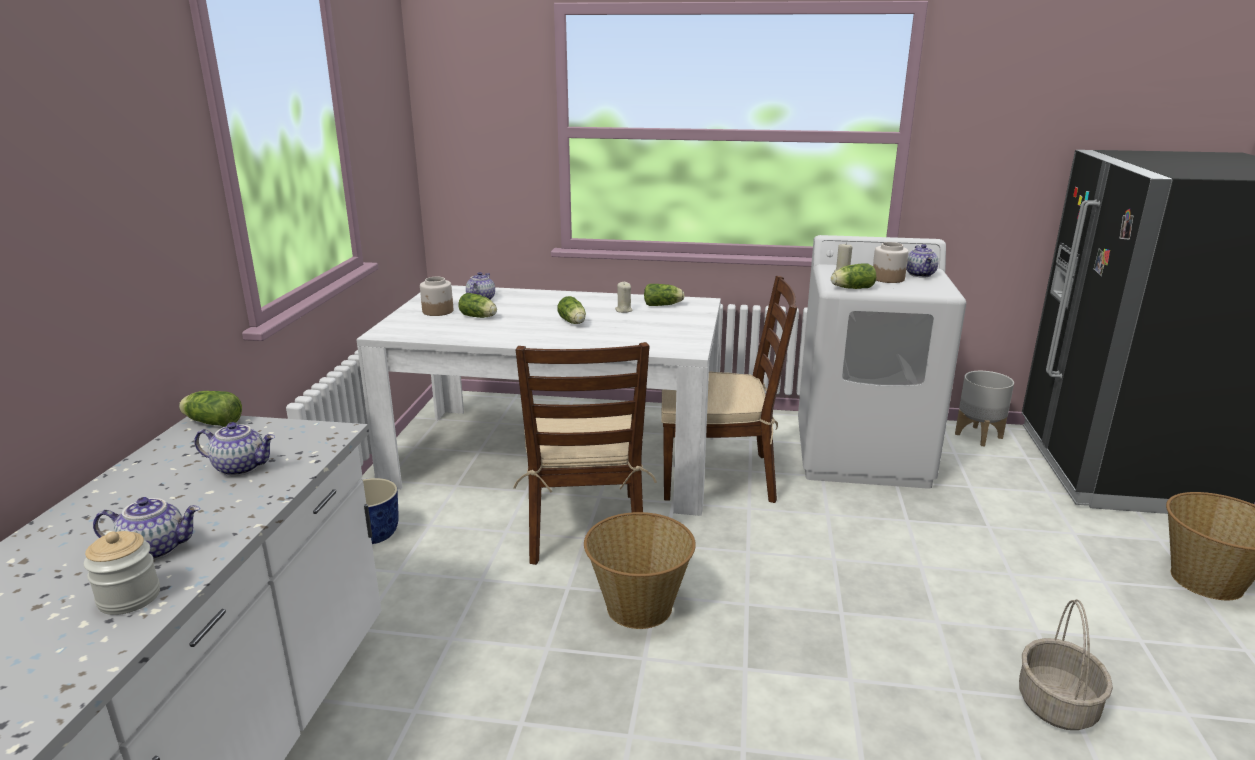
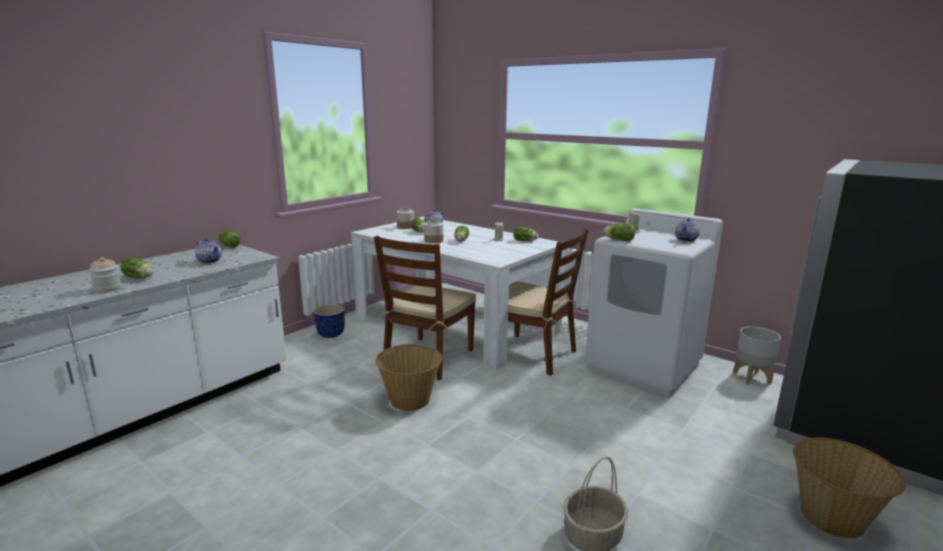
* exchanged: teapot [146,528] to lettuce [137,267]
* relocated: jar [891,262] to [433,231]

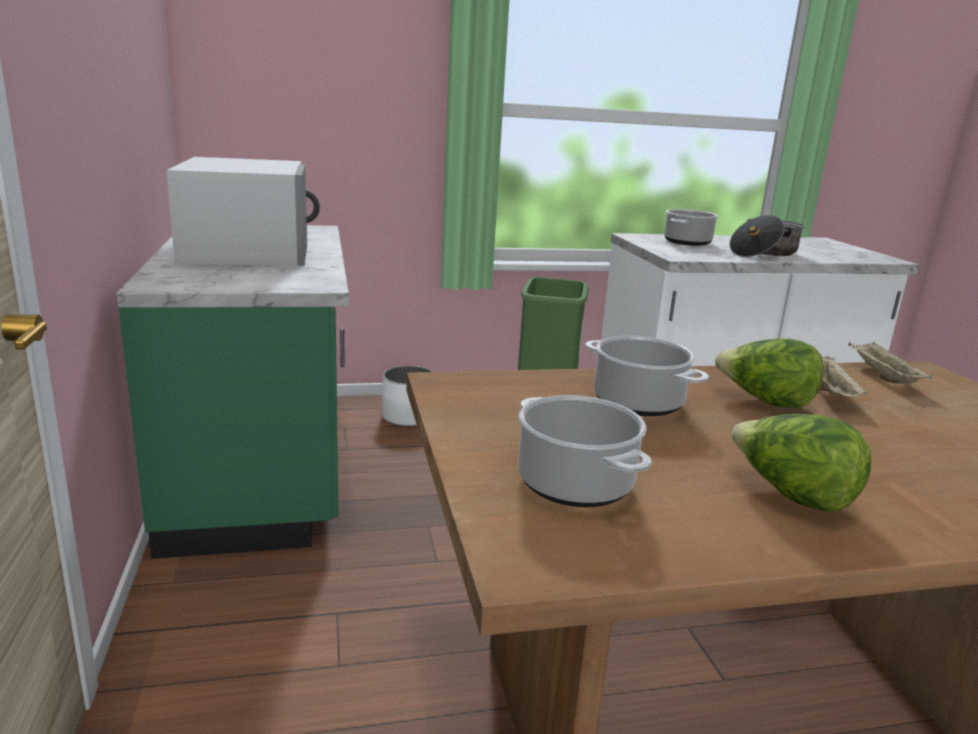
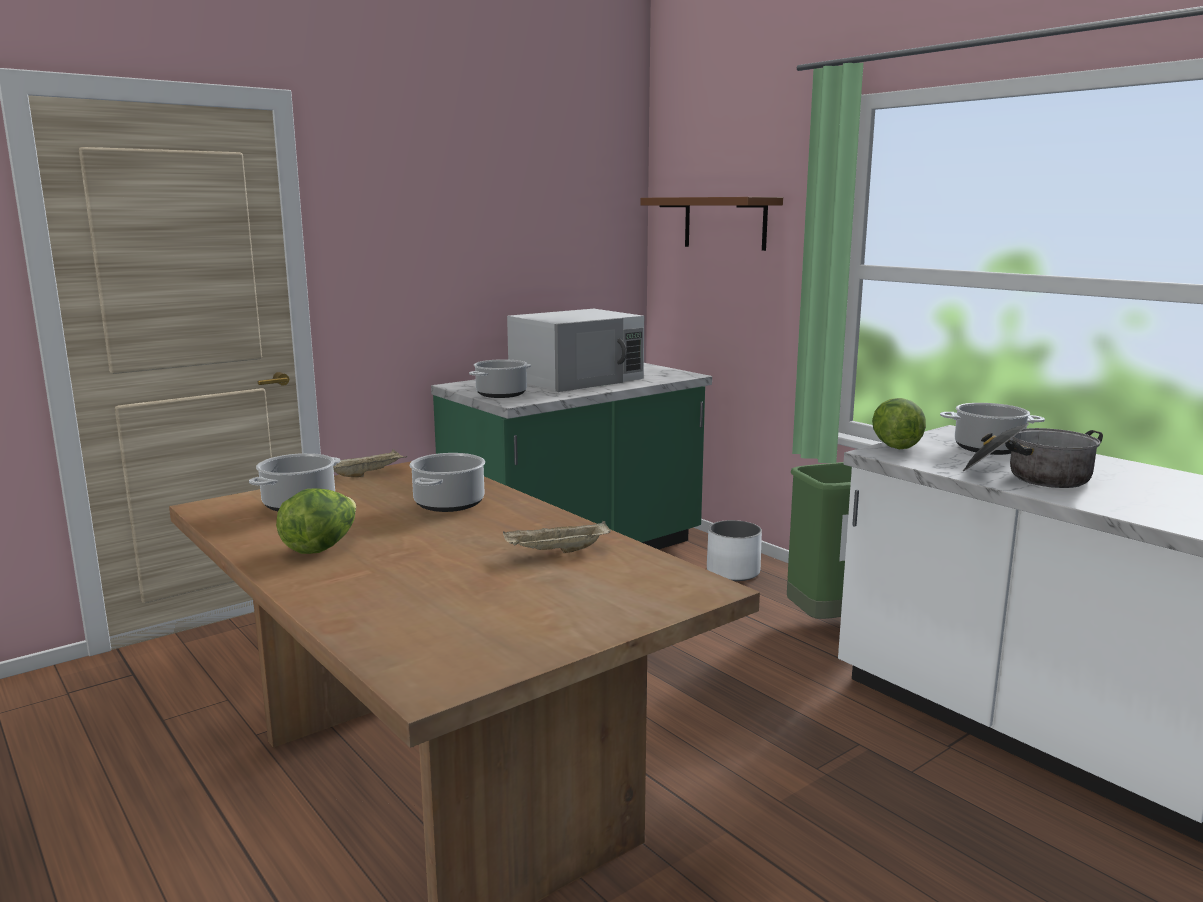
* relocated: beige tray [890,362] to [370,463]
* appeared: cooking pot [500,378]
* appeared: brown shelf [711,224]
* relocated: lettuce [769,373] to [899,423]

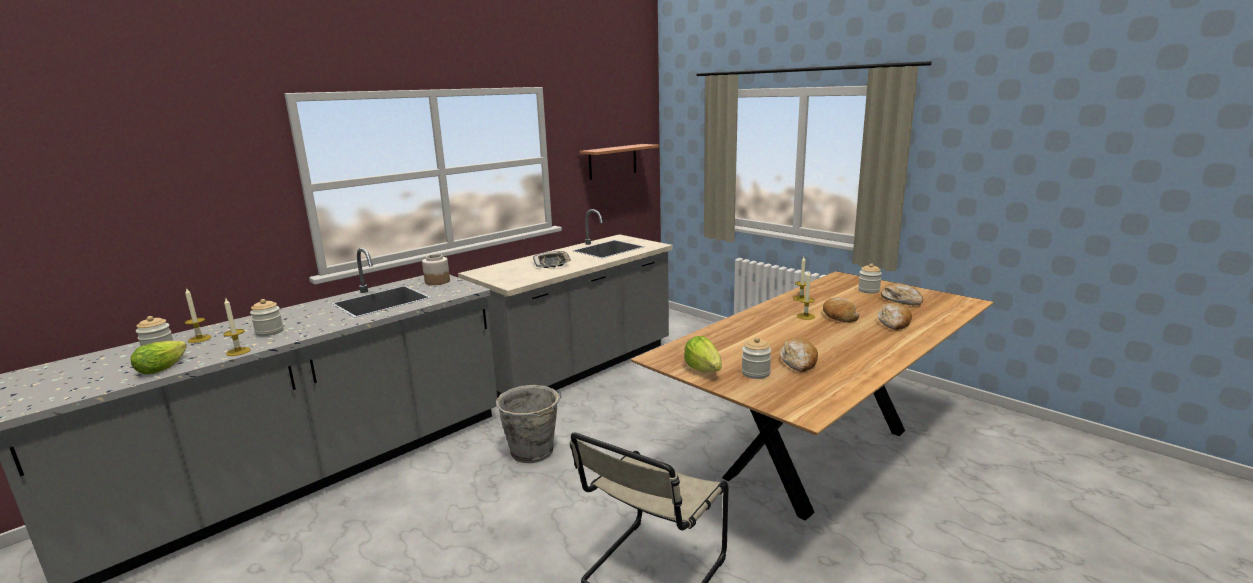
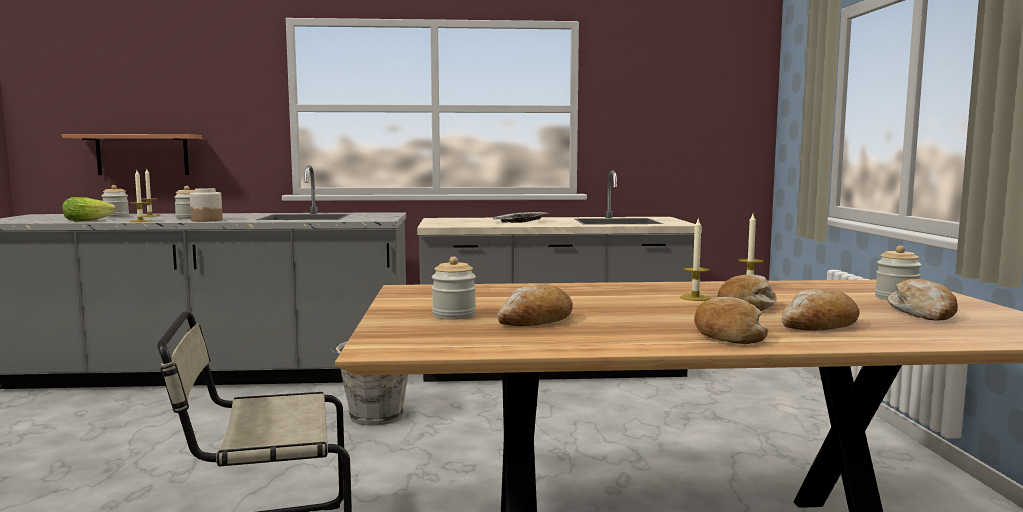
* relocated: shelf [619,162] to [132,154]
* relocated: jar [436,269] to [206,205]
* appeared: bread [731,320]
* missing: lettuce [703,354]

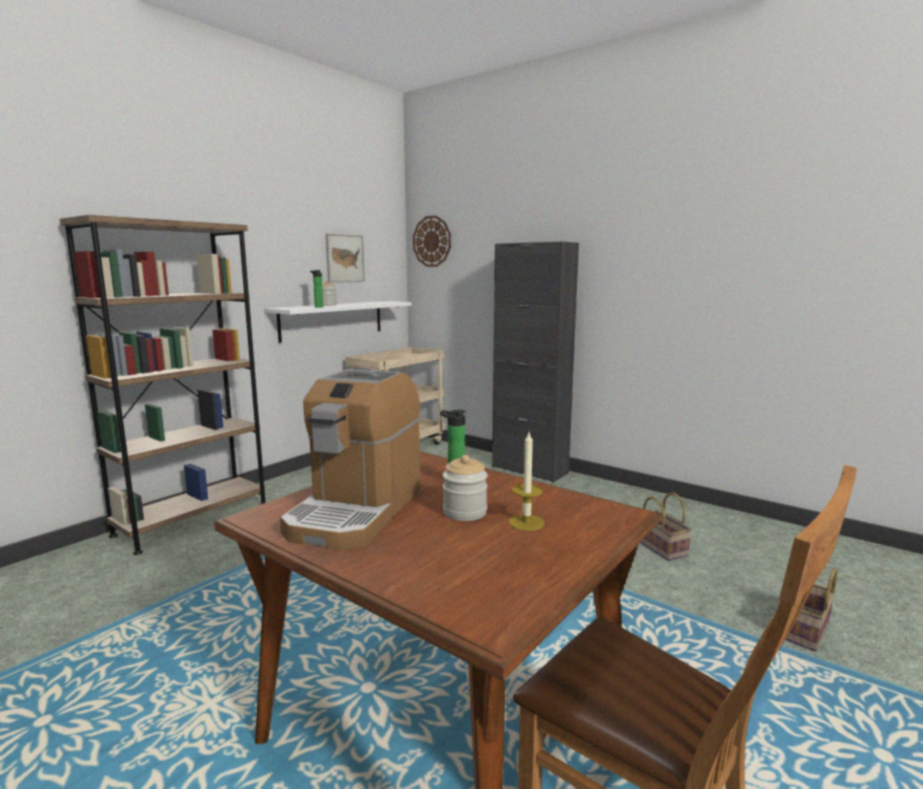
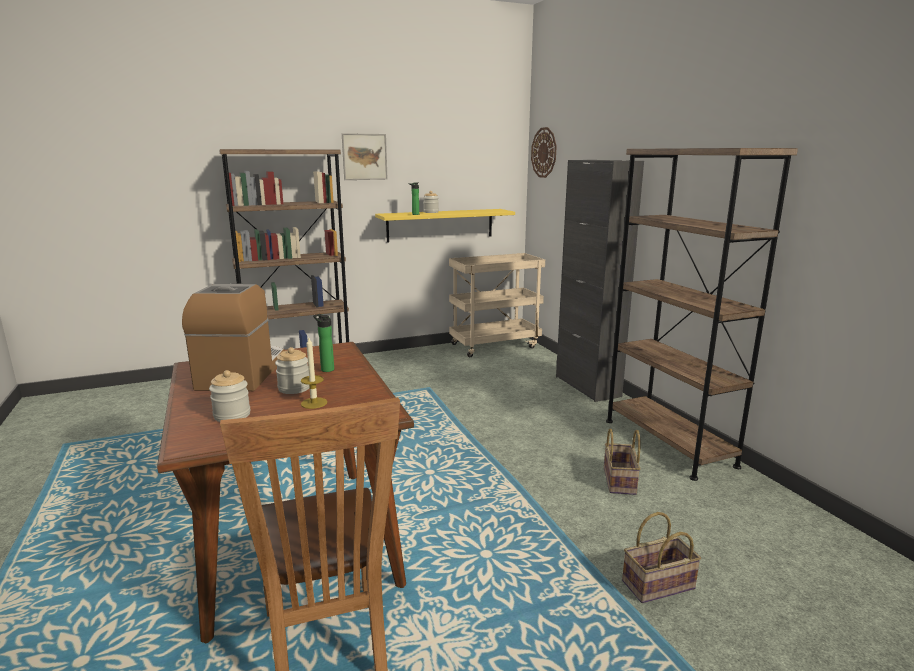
* spun: coffee machine [350,459] = [233,337] 135 degrees clockwise
* appeared: jar [230,396]
* relocated: picture [345,258] to [365,156]
* colour: white shelf [338,322] to yellow shelf [445,225]
* appeared: brown bookcase [702,314]

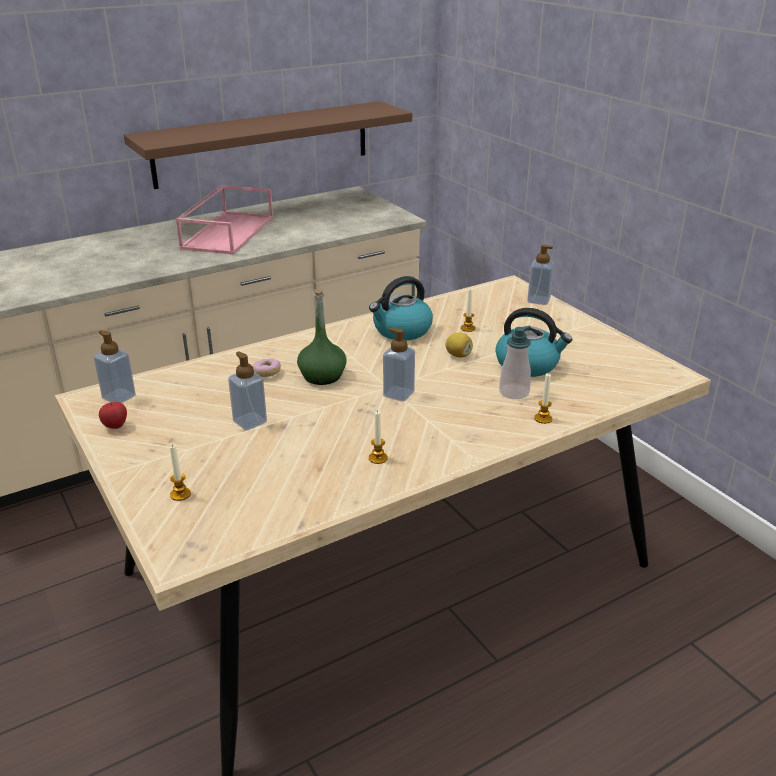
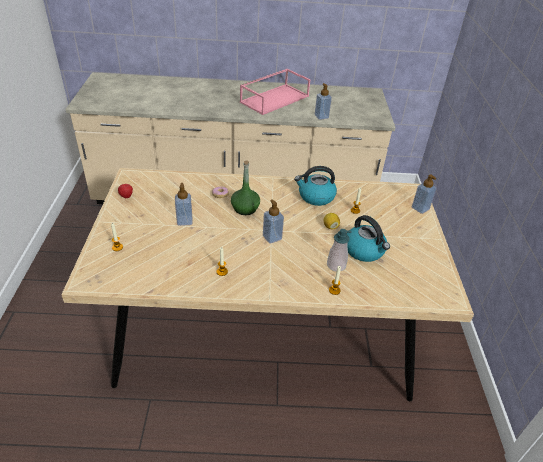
* relocated: soap dispenser [115,366] to [323,101]
* missing: brown shelf [268,145]

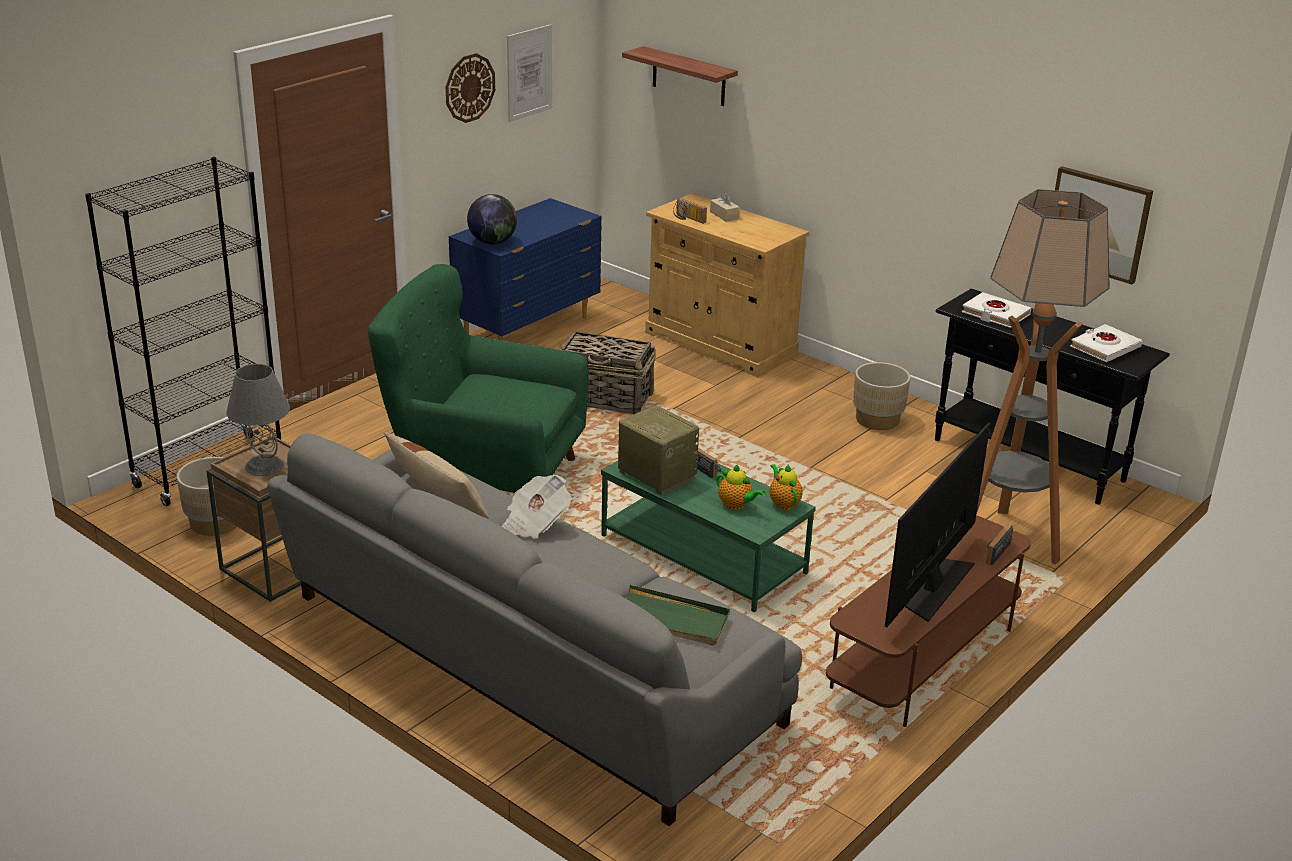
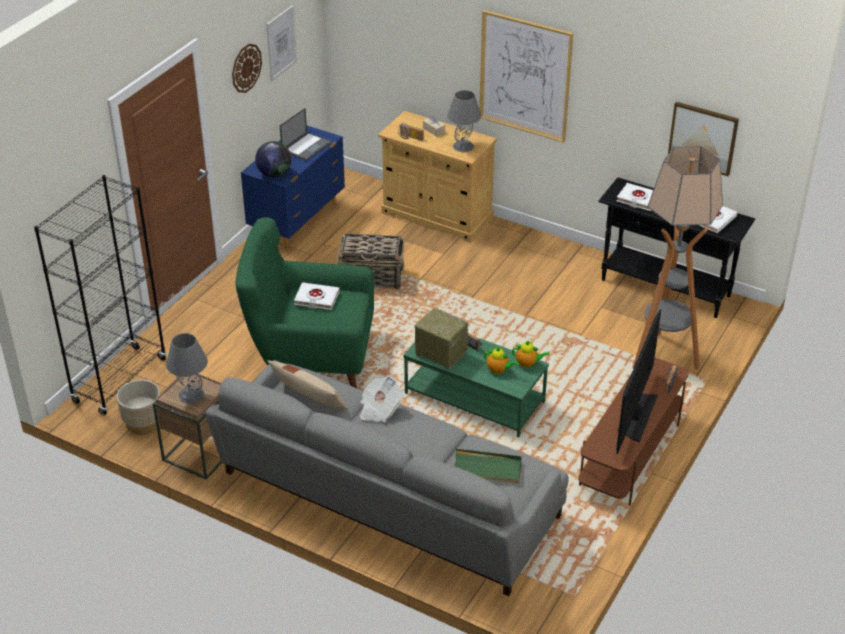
* appeared: laptop [305,134]
* appeared: white book [317,296]
* appeared: grey table lamp [464,121]
* appeared: picture [526,76]
* spun: teapot [785,487] = [531,354] 135 degrees clockwise
* missing: shelf [680,76]
* missing: beige planter [881,396]

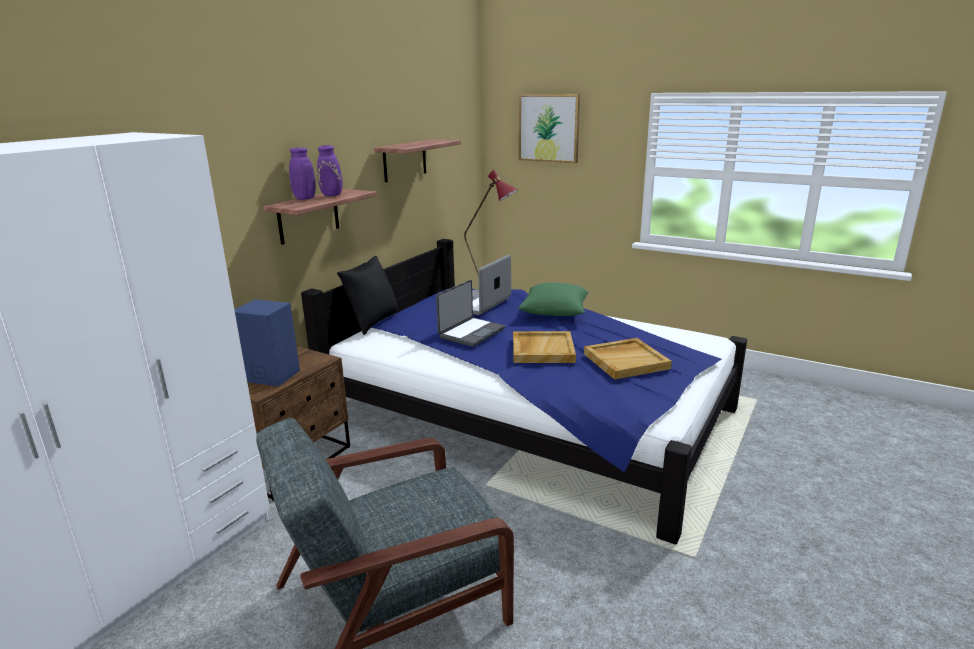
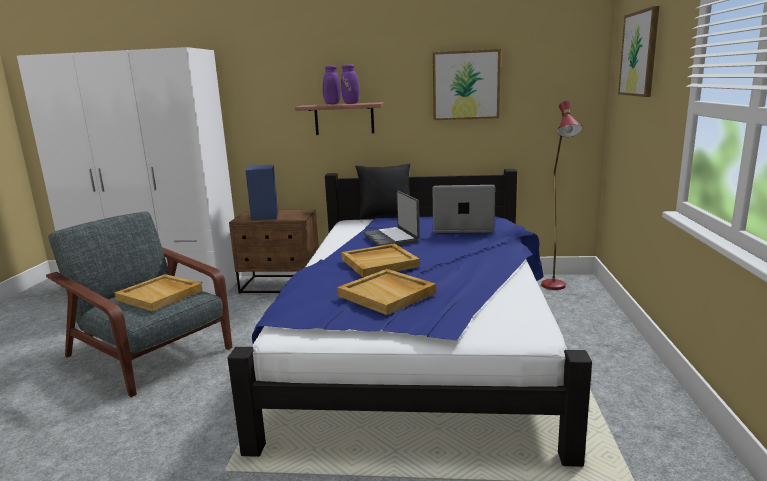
* appeared: beige tray [159,292]
* spun: laptop [471,313] = [391,218] 60 degrees clockwise
* exchanged: shelf [417,160] to picture [467,84]
* missing: green pillow [553,299]

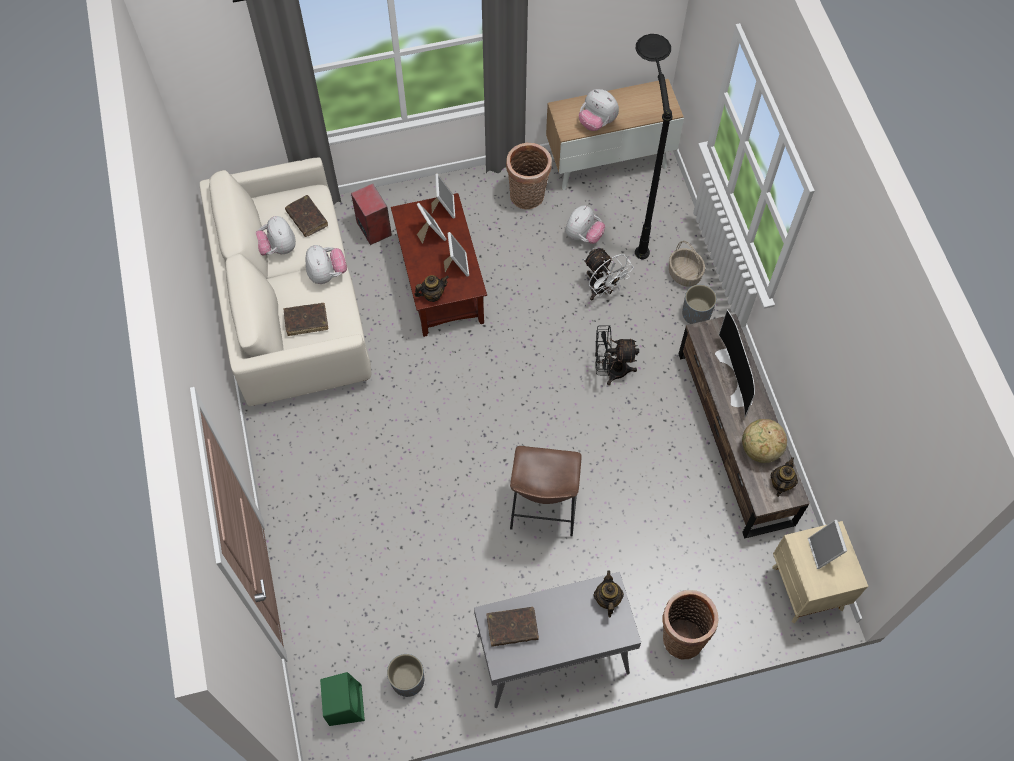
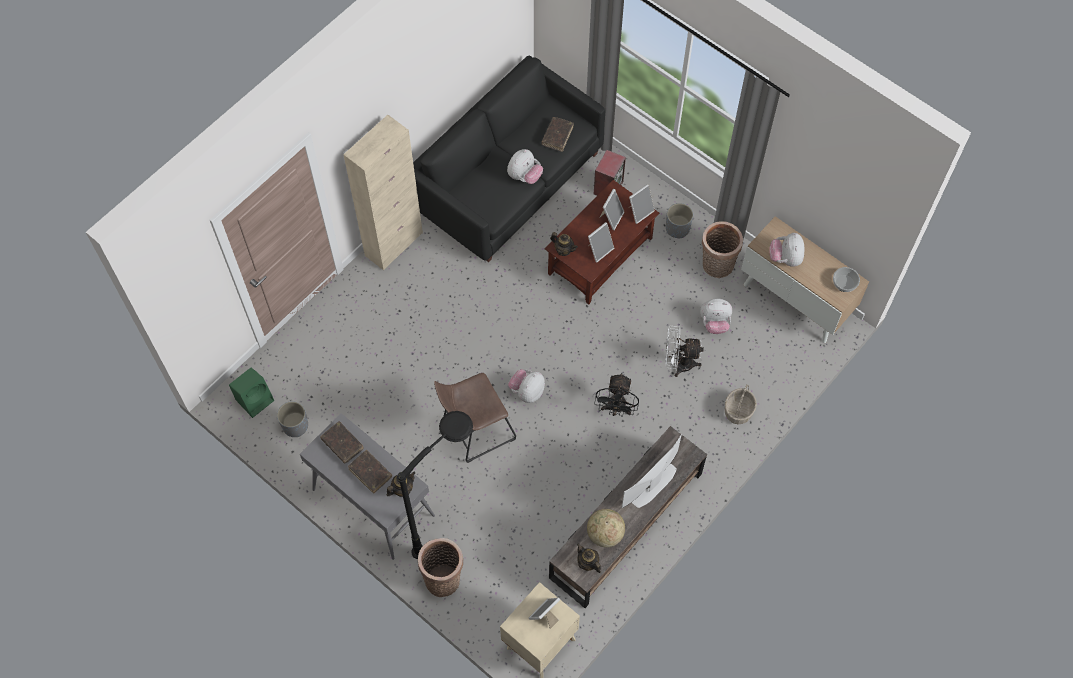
* appeared: beige cabinet [383,192]
* relocated: brown book [306,319] to [370,471]
* relocated: black floor lamp [654,146] to [435,485]
* colour: white sofa [285,282] to black sofa [509,159]
* relocated: plush toy [275,235] to [526,386]
* spun: teapot [784,477] = [589,558] 120 degrees counterclockwise
* spun: black fan [617,355] = [616,395] 135 degrees counterclockwise
* spun: white fan [609,274] = [684,351] 75 degrees clockwise
* relocated: grey planter [699,304] to [679,220]
* appeared: bowl [846,279]

